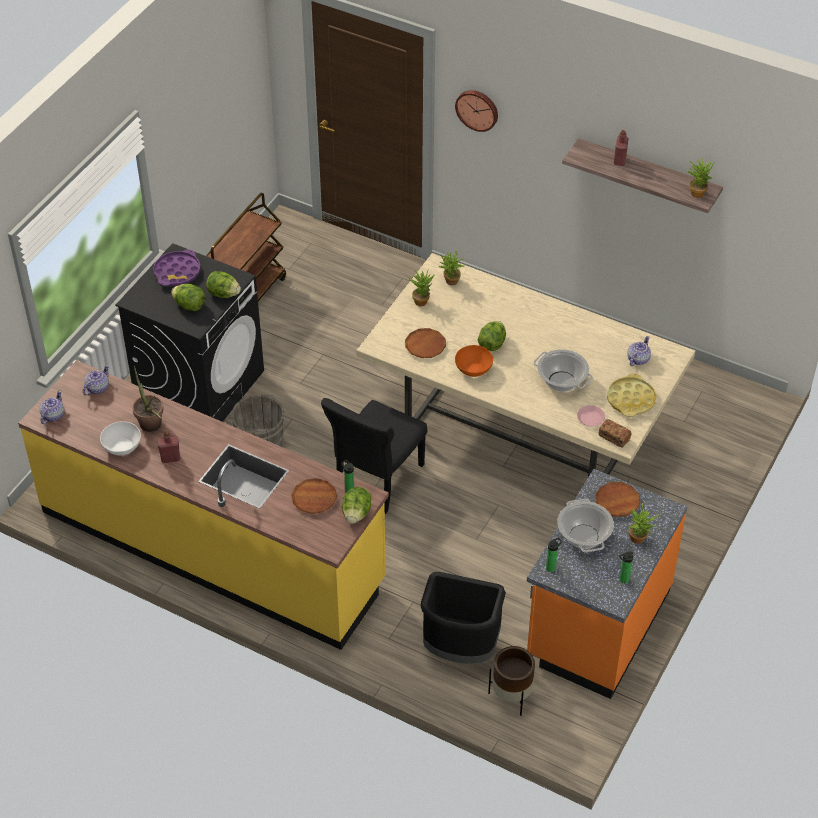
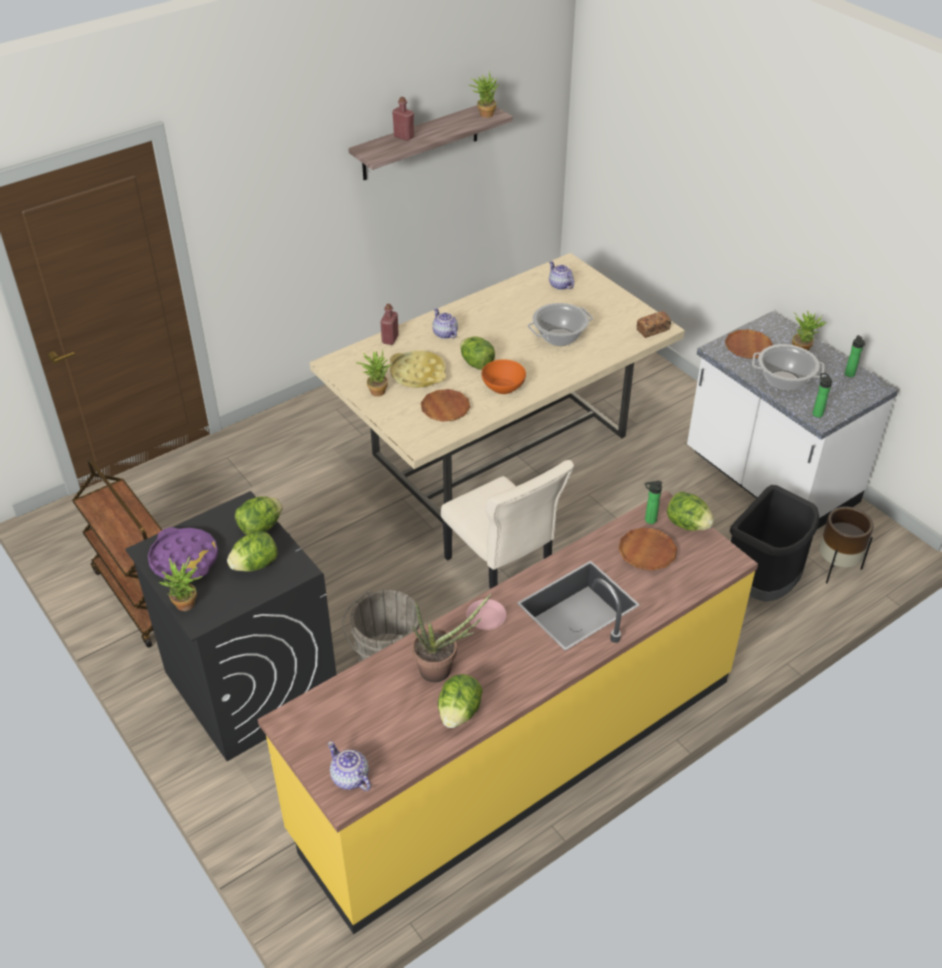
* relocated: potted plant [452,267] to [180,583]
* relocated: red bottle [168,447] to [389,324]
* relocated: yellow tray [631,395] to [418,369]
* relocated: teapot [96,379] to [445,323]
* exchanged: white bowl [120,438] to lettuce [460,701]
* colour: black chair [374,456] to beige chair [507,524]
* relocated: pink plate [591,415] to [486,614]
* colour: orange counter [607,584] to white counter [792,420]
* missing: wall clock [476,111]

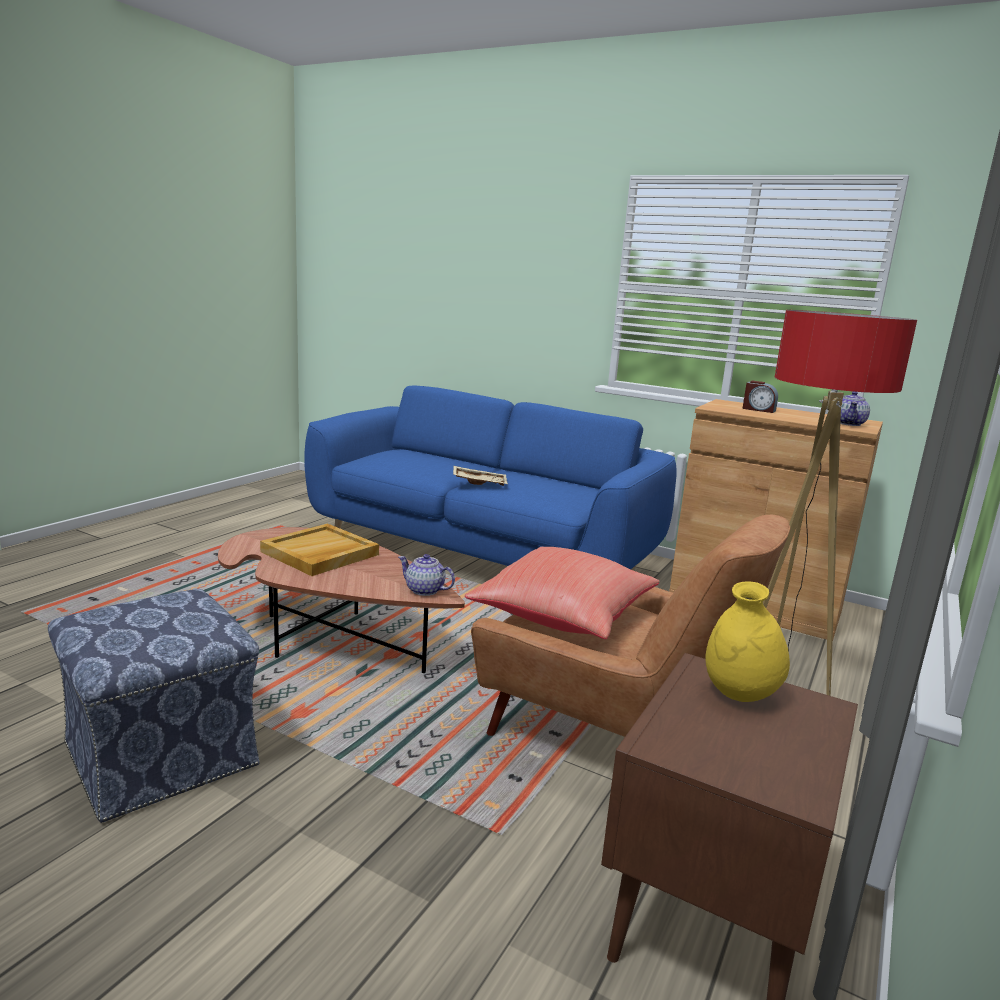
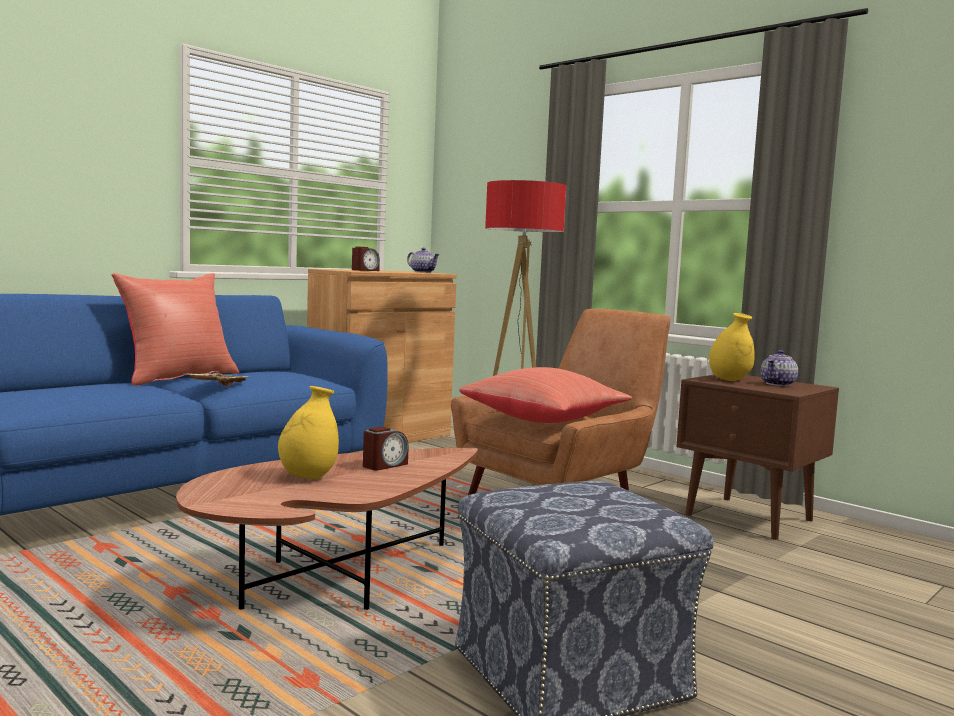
* appeared: red pillow [175,329]
* exchanged: beige tray [319,550] to yellow vase [308,432]
* appeared: alarm clock [386,448]
* relocated: teapot [426,575] to [779,368]

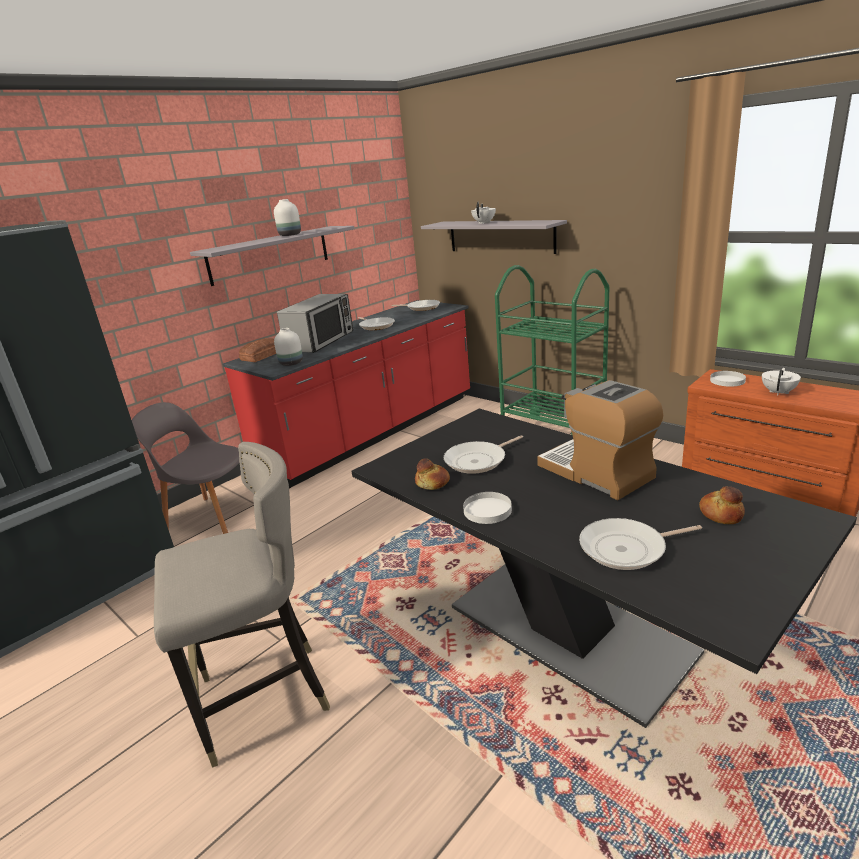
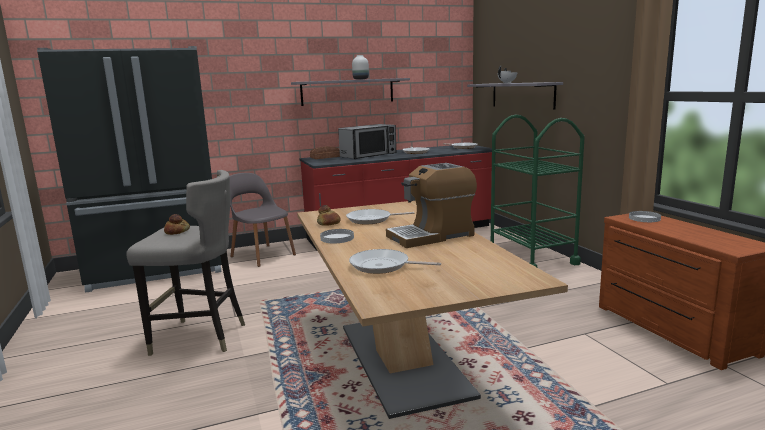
* relocated: bread [722,505] to [177,224]
* colour: black dining table [604,568] to beige dining table [432,310]
* spun: coffee machine [600,440] = [431,205] 105 degrees counterclockwise
* missing: white vase [288,347]
* missing: white teapot [781,382]

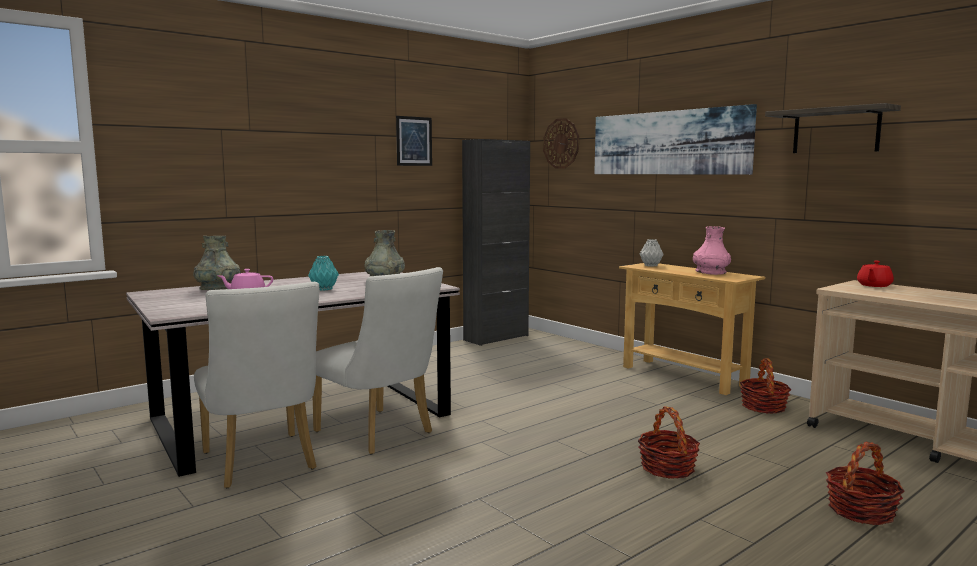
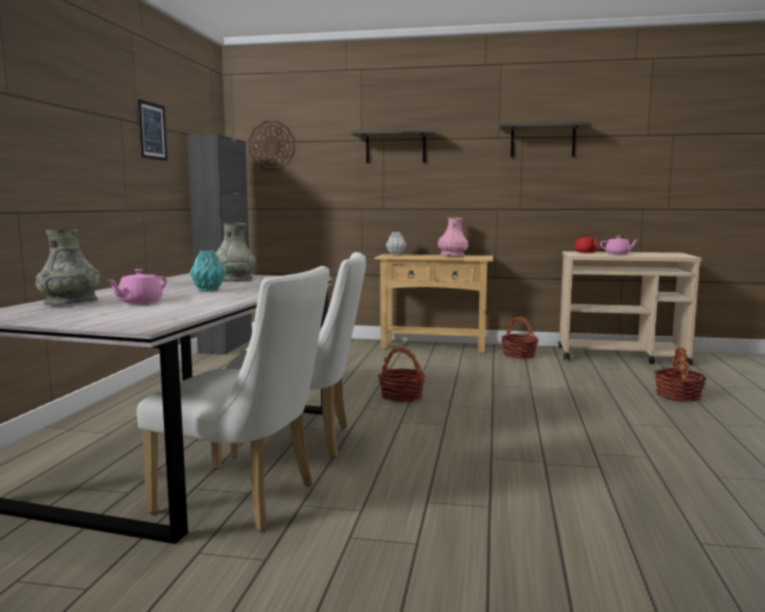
* exchanged: picture [675,139] to shelf [393,145]
* relocated: basket [669,442] to [402,374]
* appeared: pink teapot [619,245]

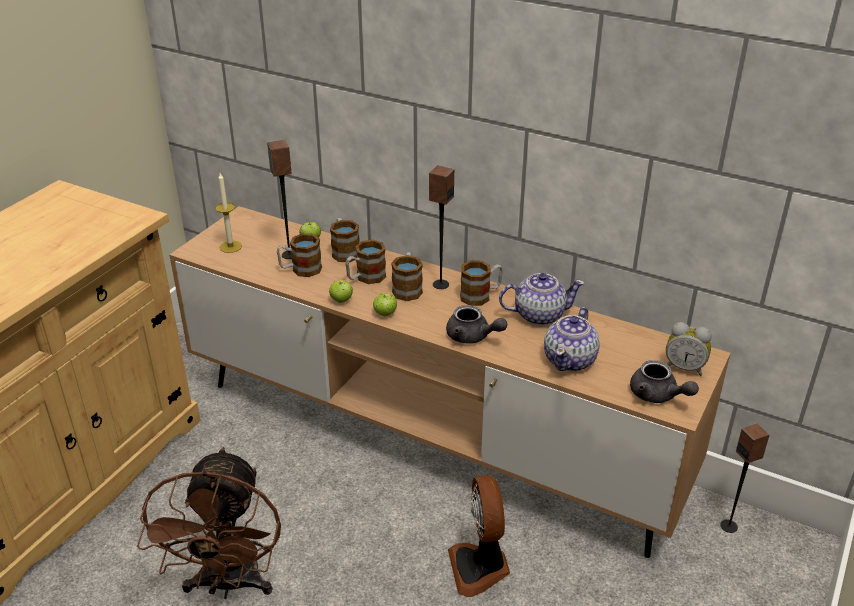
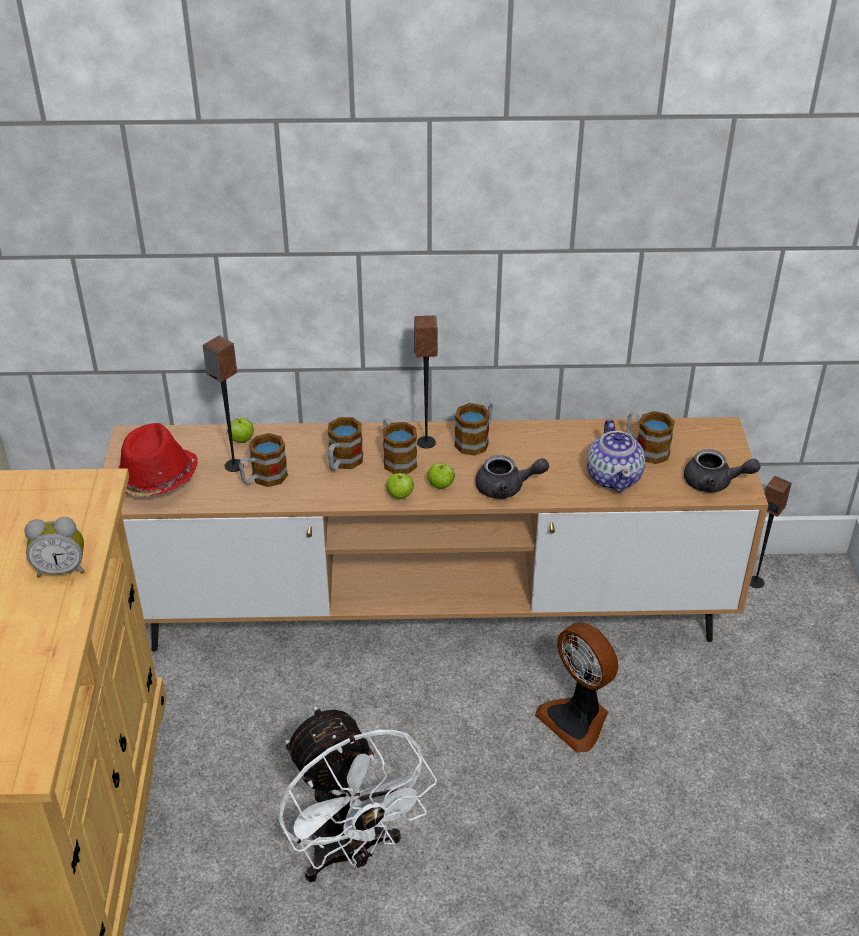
* relocated: alarm clock [689,349] to [54,547]
* exchanged: candle [228,213] to red hat [158,460]
* colour: brown fan [209,523] to white fan [357,794]
* relocated: apple [341,291] to [441,476]
* relocated: mug [345,240] to [651,437]
* missing: teapot [542,299]

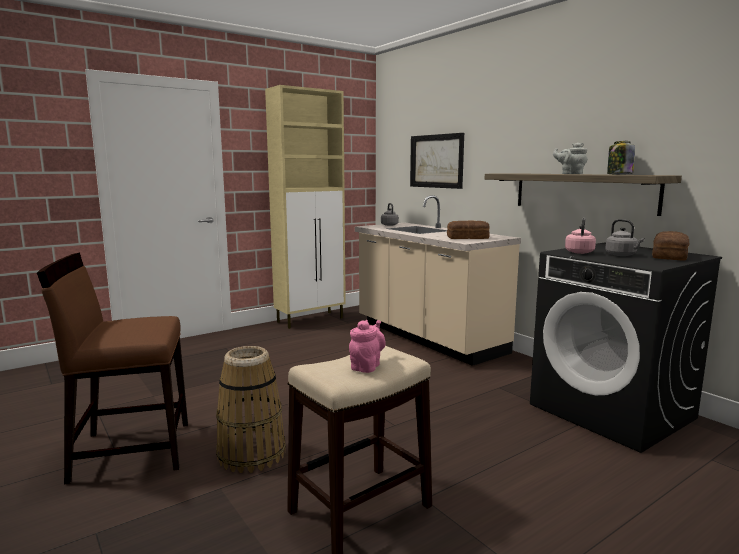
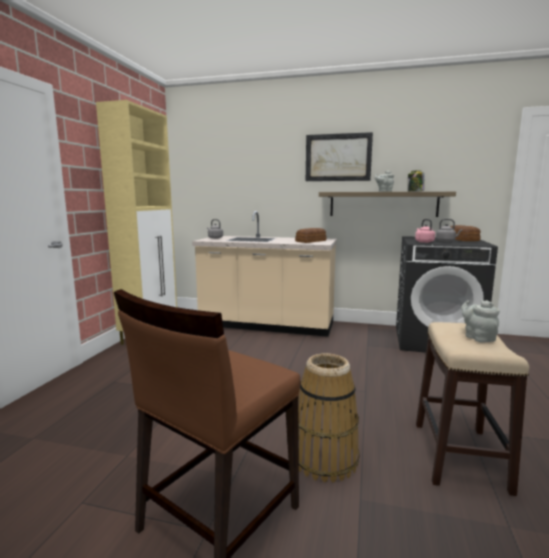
* relocated: picture [437,161] to [339,156]
* colour: pink teapot [367,346] to grey teapot [480,321]

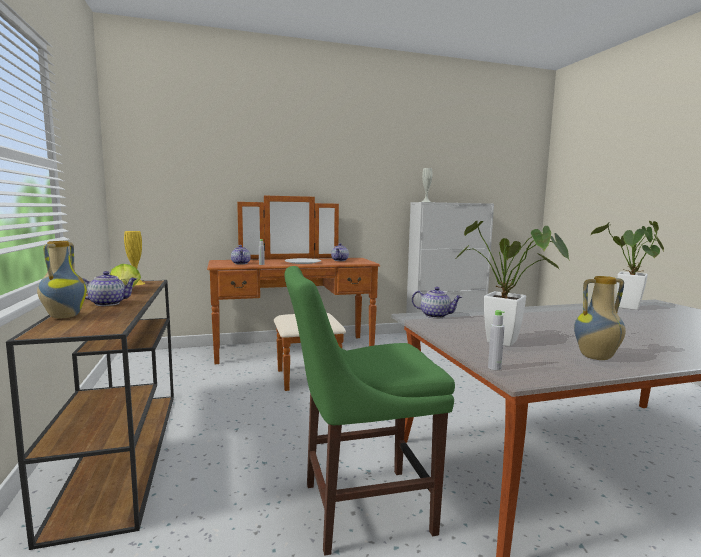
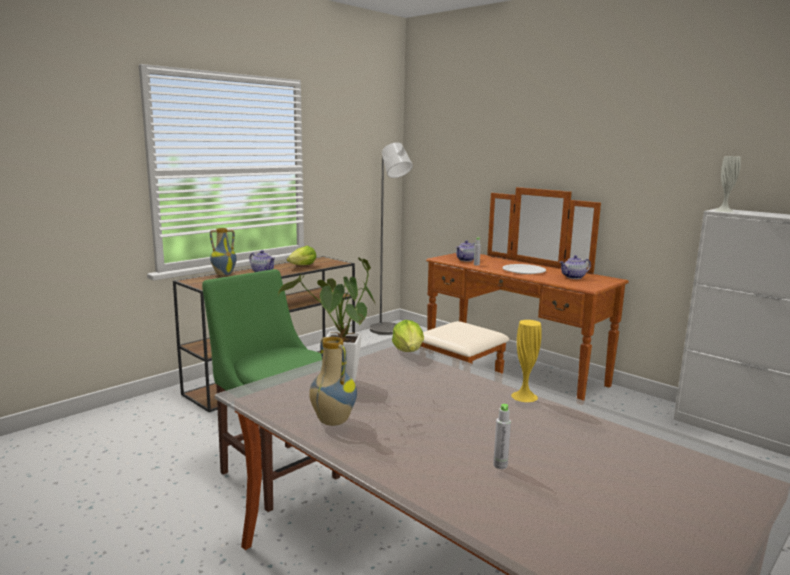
* appeared: grey floor lamp [391,238]
* exchanged: teapot [437,302] to lettuce [408,336]
* relocated: grey bottle [496,340] to [502,436]
* relocated: yellow vase [135,258] to [526,361]
* missing: potted plant [627,265]

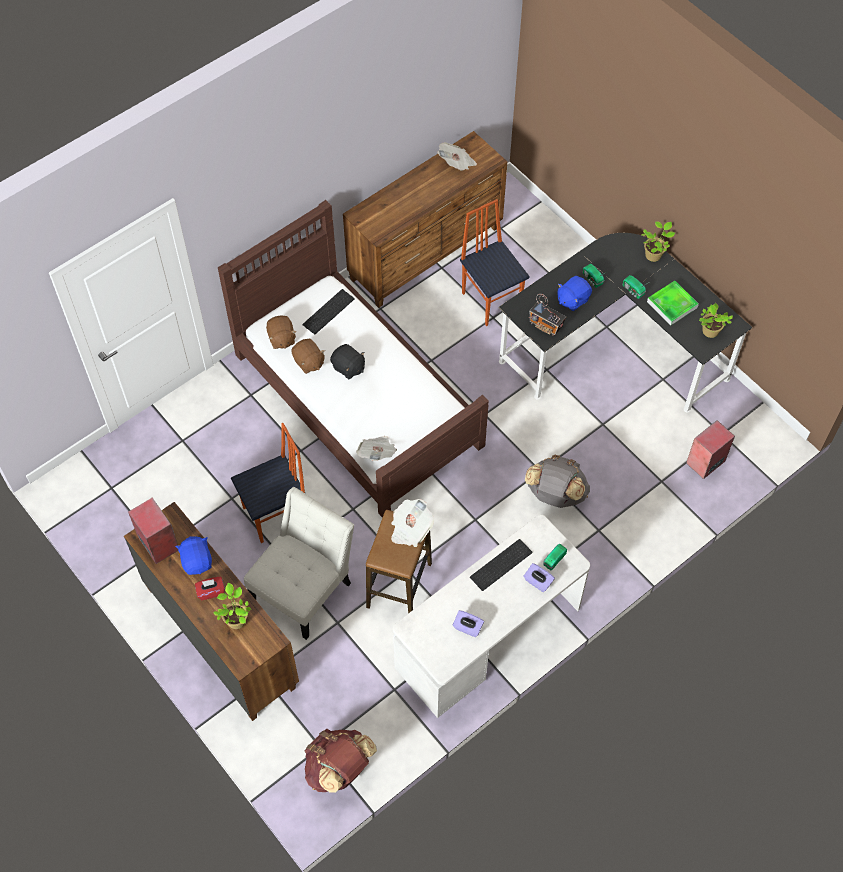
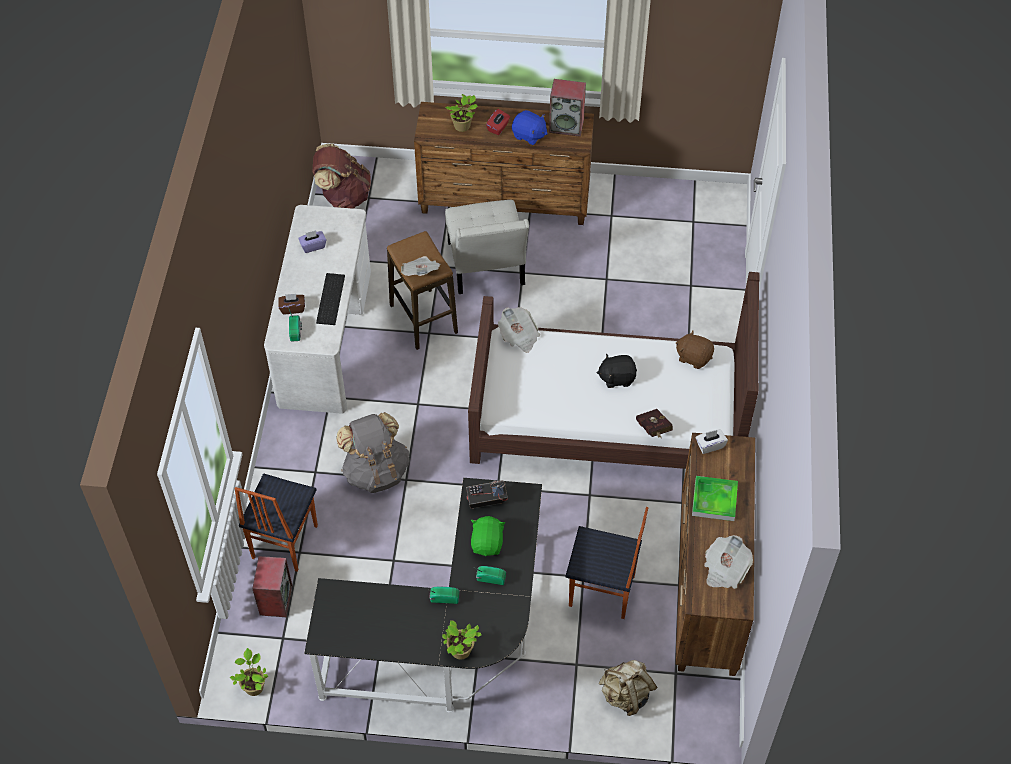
* relocated: potted plant [716,320] to [249,672]
* relocated: chair [268,483] to [276,522]
* colour: purple tissue box [539,577] to brown tissue box [291,304]
* colour: blue plush toy [574,294] to green plush toy [488,536]
* appeared: beige backpack [628,688]
* appeared: red book [654,423]
* relocated: tray [673,303] to [715,498]
* appeared: white tissue box [712,441]
* missing: brown plush toy [308,356]
* missing: keyboard [328,311]

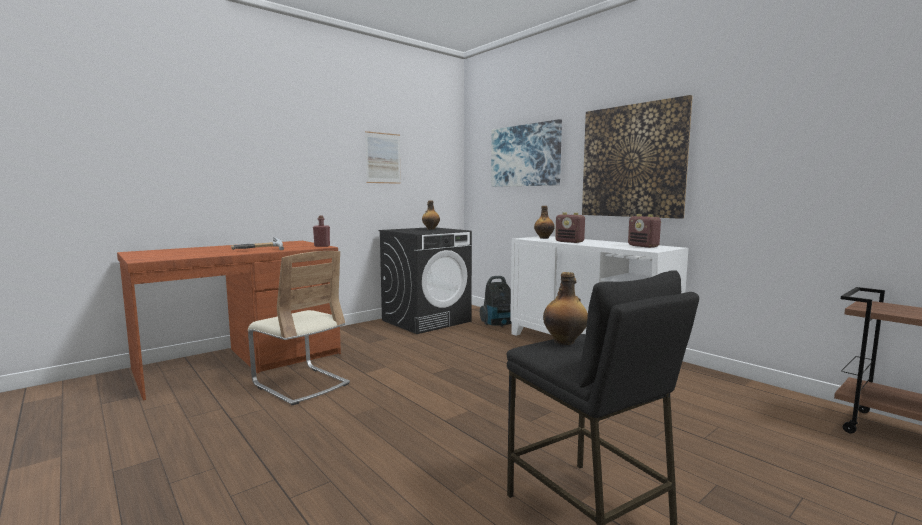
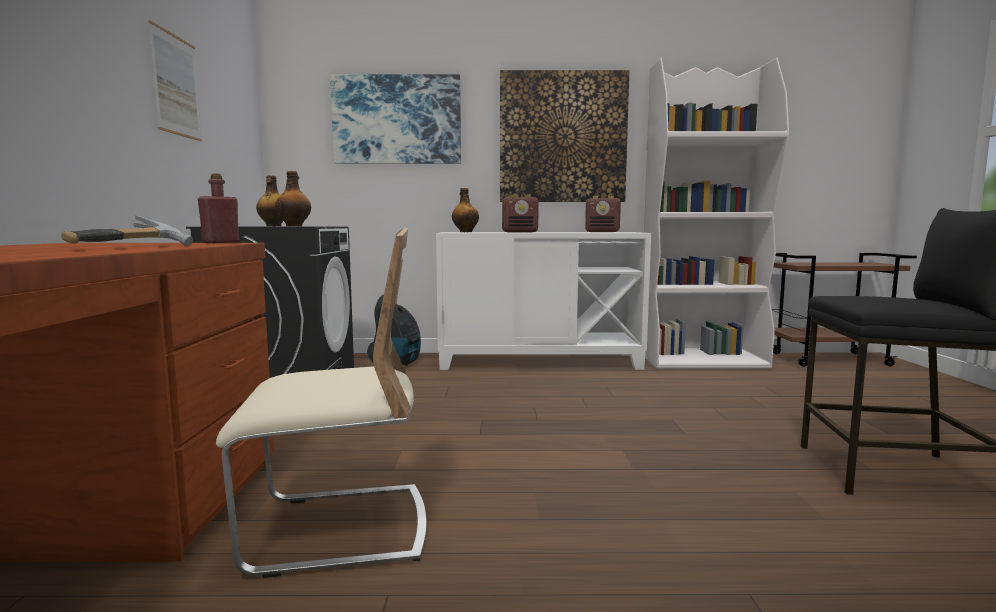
* relocated: bottle [565,308] to [293,198]
* appeared: white bookcase [716,213]

